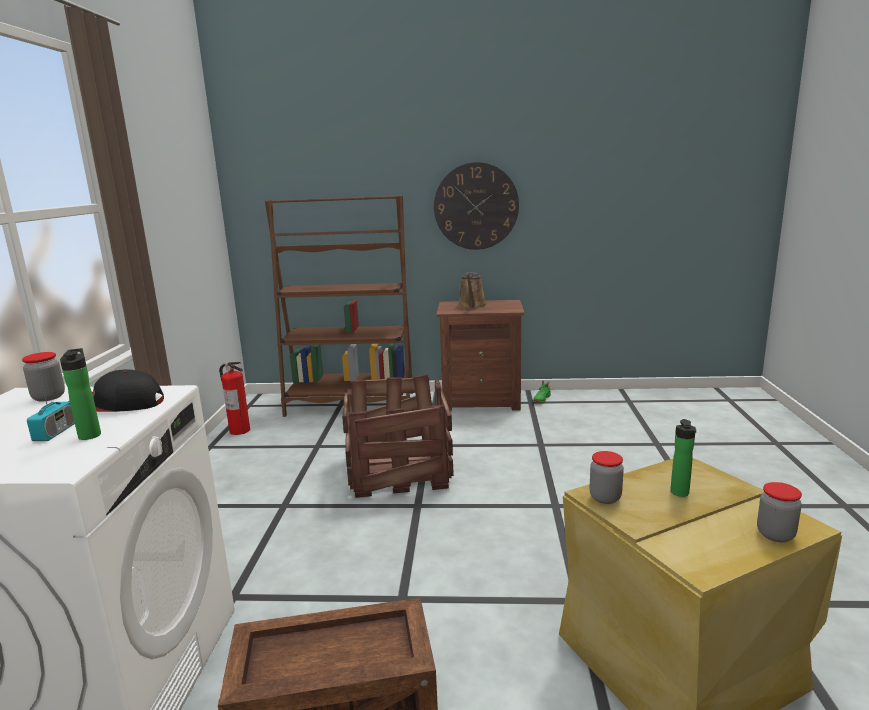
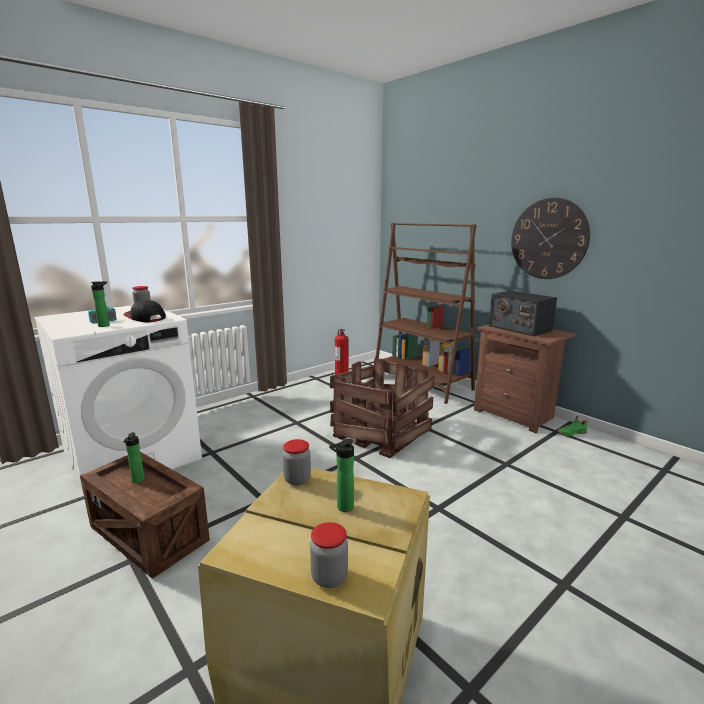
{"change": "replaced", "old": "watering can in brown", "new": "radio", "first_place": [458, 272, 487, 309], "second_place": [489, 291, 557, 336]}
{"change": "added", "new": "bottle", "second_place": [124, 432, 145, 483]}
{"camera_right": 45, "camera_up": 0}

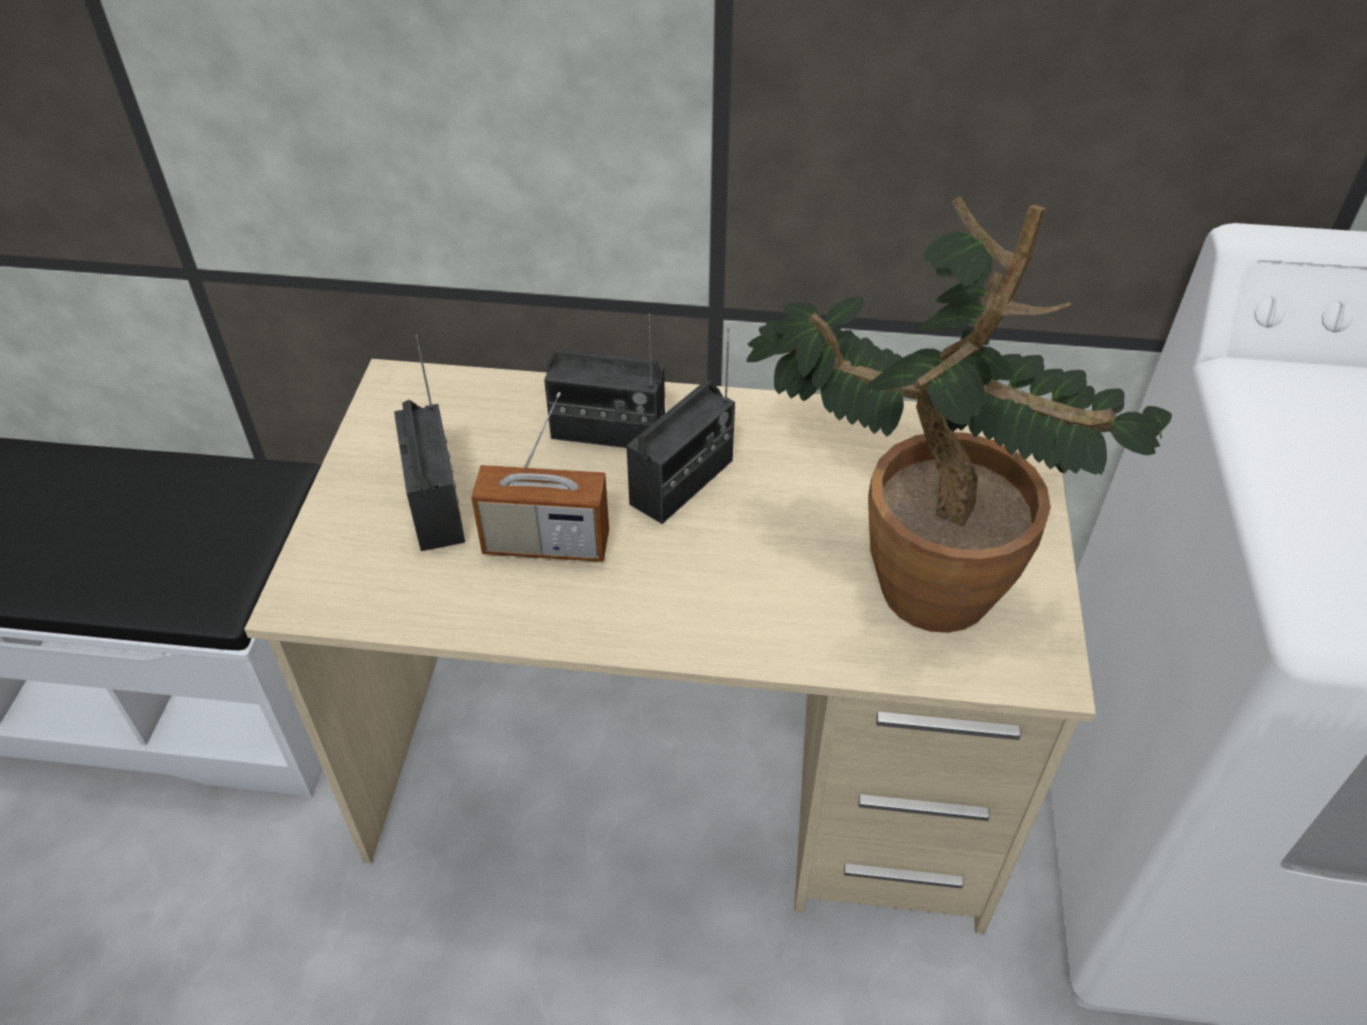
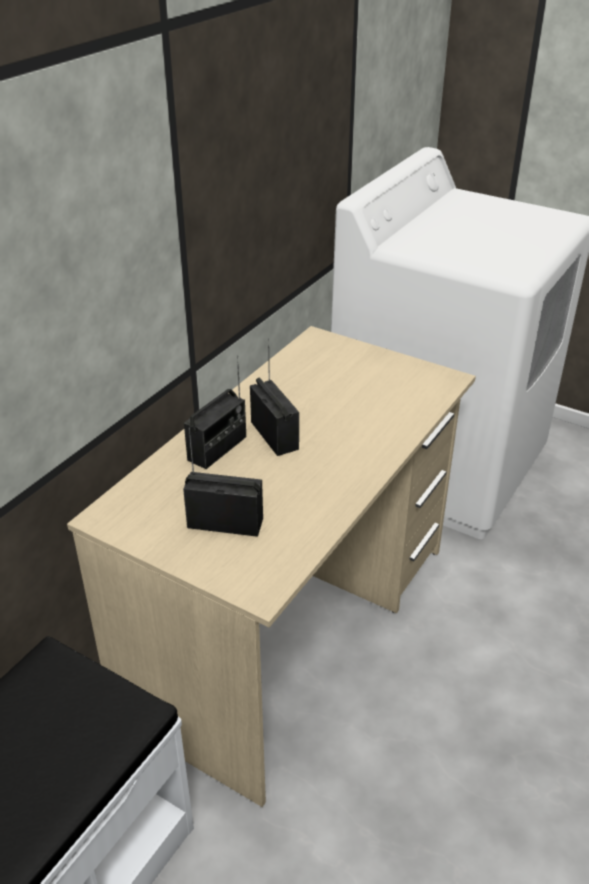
{"change": "removed", "old": "radio", "first_place": [471, 392, 609, 562]}
{"change": "removed", "old": "potted plant", "first_place": [746, 196, 1172, 633]}
{"camera_right": -65, "camera_up": -10}

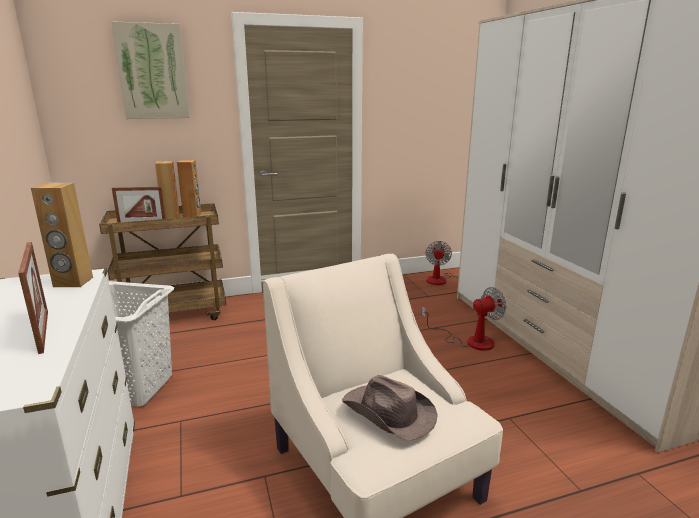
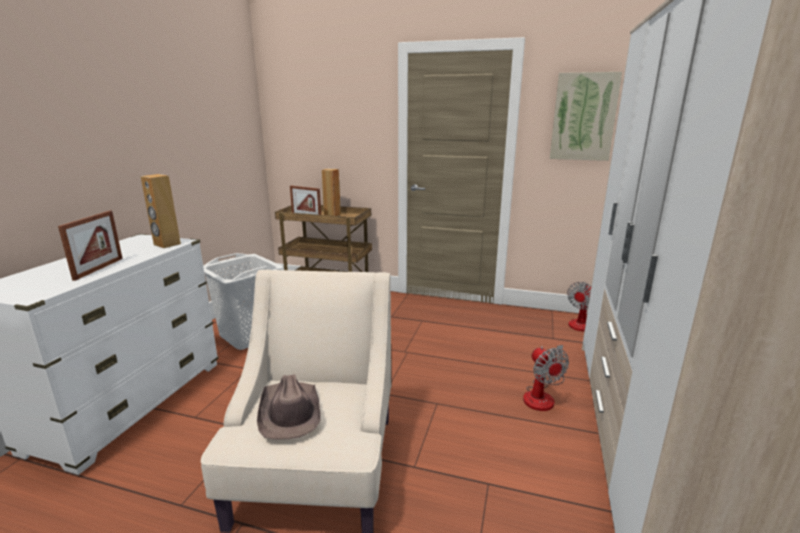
{"change": "moved", "old": "picture", "first_place": [112, 21, 190, 119], "second_place": [550, 72, 622, 161]}
{"change": "removed", "old": "speaker in brown", "first_place": [177, 160, 201, 217]}
{"change": "turned", "old": "fan", "first_place": [422, 287, 506, 351], "second_place": [523, 345, 569, 411], "degrees": 60}
{"camera_right": 35, "camera_up": 0}

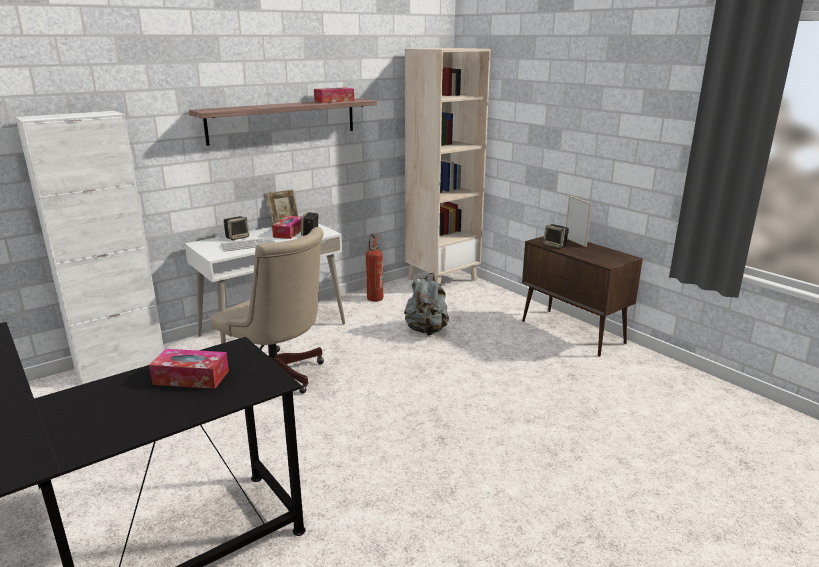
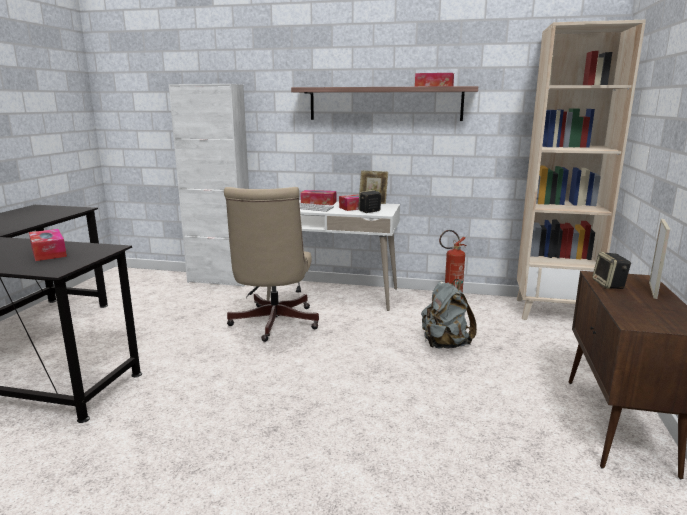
{"change": "replaced", "old": "speaker", "new": "tissue box", "first_place": [224, 216, 249, 240], "second_place": [301, 190, 336, 205]}
{"camera_right": 50, "camera_up": -5}

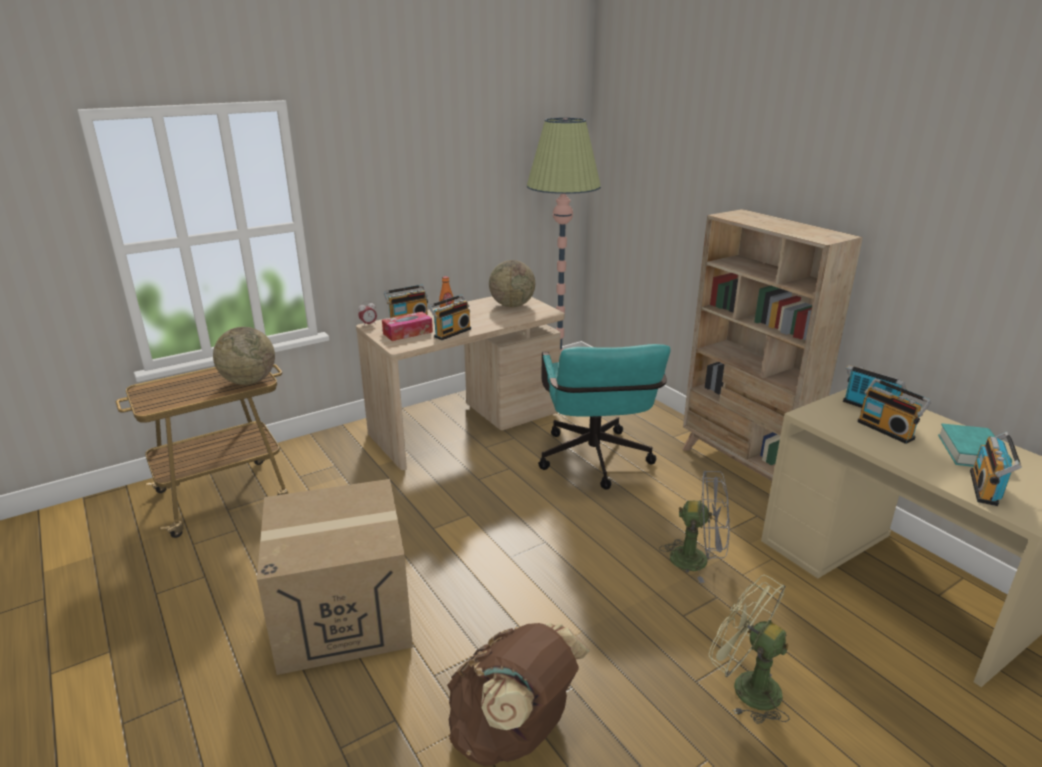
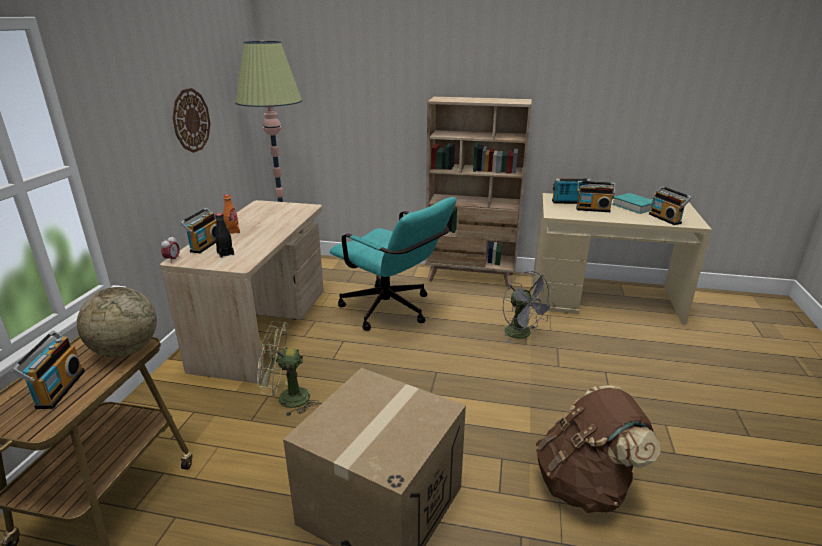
{"change": "replaced", "old": "tissue box", "new": "bottle in black", "first_place": [382, 312, 433, 341], "second_place": [215, 213, 234, 258]}
{"change": "moved", "old": "radio", "first_place": [428, 295, 471, 340], "second_place": [11, 330, 85, 409]}
{"change": "removed", "old": "globe", "first_place": [489, 260, 535, 307]}
{"change": "turned", "old": "fan in grey", "first_place": [659, 471, 730, 583], "second_place": [503, 271, 555, 343], "degrees": 90}
{"change": "moved", "old": "fan in green", "first_place": [709, 575, 790, 724], "second_place": [257, 321, 319, 417]}
{"change": "added", "new": "wall clock", "second_place": [172, 88, 210, 153]}
{"camera_right": -45, "camera_up": 0}

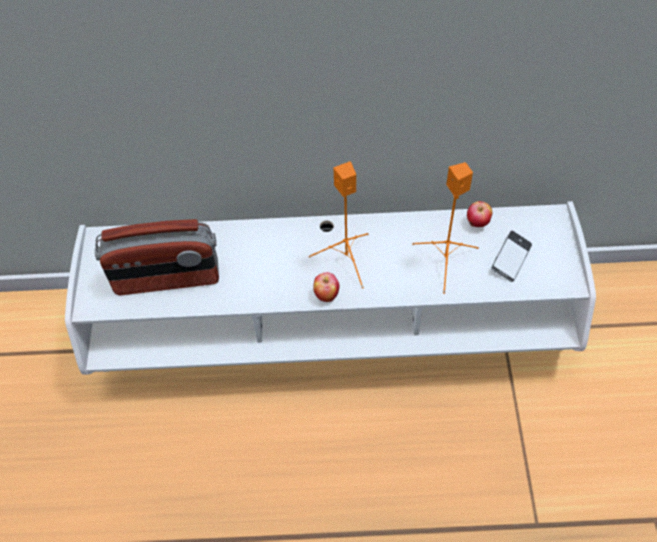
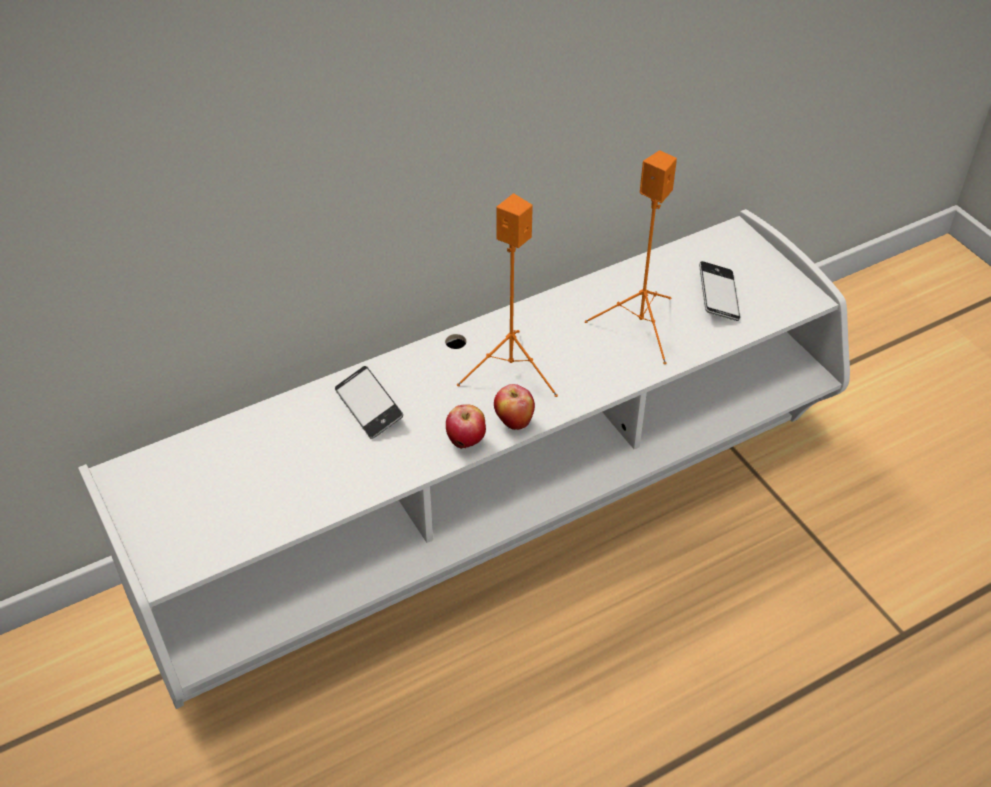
{"change": "removed", "old": "radio", "first_place": [95, 219, 219, 295]}
{"change": "moved", "old": "apple", "first_place": [467, 201, 492, 227], "second_place": [446, 404, 486, 449]}
{"change": "added", "new": "phone", "second_place": [335, 366, 403, 439]}
{"camera_right": -30, "camera_up": -10}

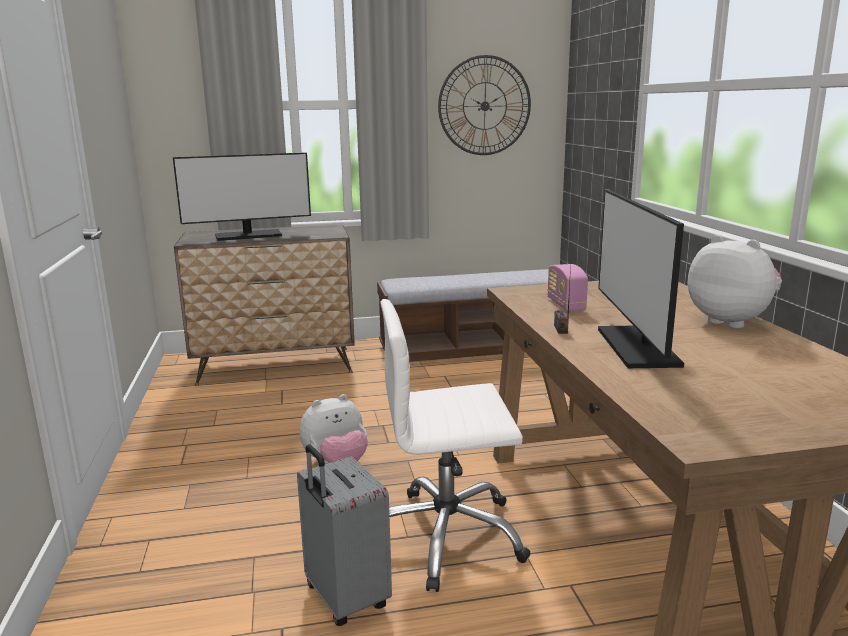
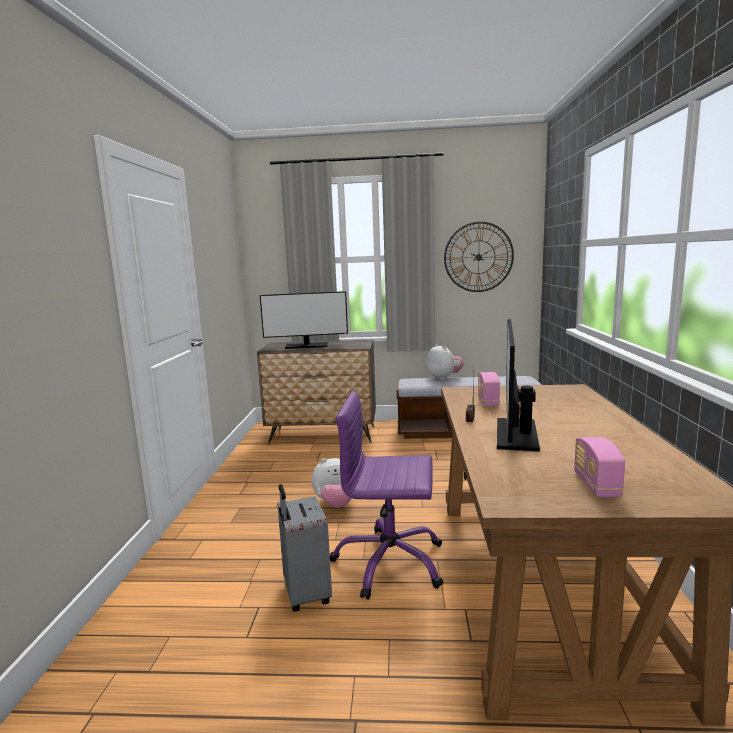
{"change": "recoloured", "old": "office chair in white", "new": "office chair in purple", "first_place": [380, 299, 531, 592], "second_place": [330, 391, 444, 600]}
{"change": "moved", "old": "plush toy", "first_place": [688, 235, 782, 329], "second_place": [427, 344, 463, 380]}
{"change": "added", "new": "radio", "second_place": [574, 437, 625, 498]}
{"camera_right": 15, "camera_up": -5}

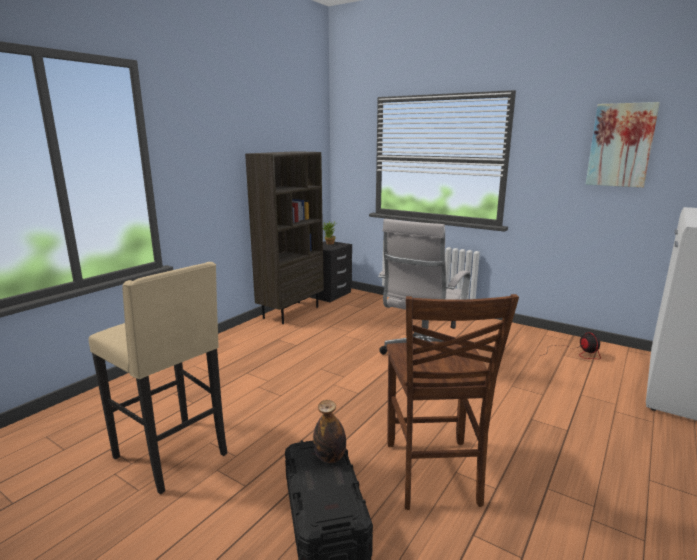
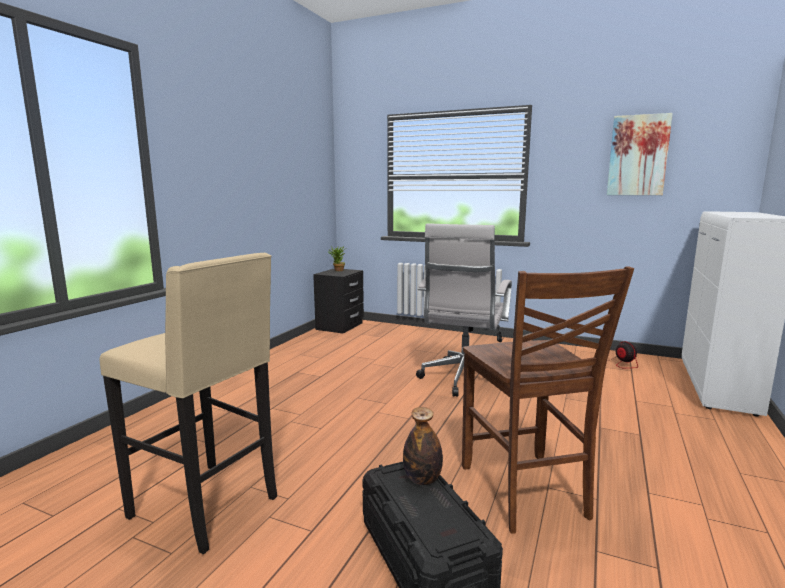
{"change": "removed", "old": "bookcase in brown", "first_place": [245, 151, 324, 324]}
{"camera_right": -10, "camera_up": -5}

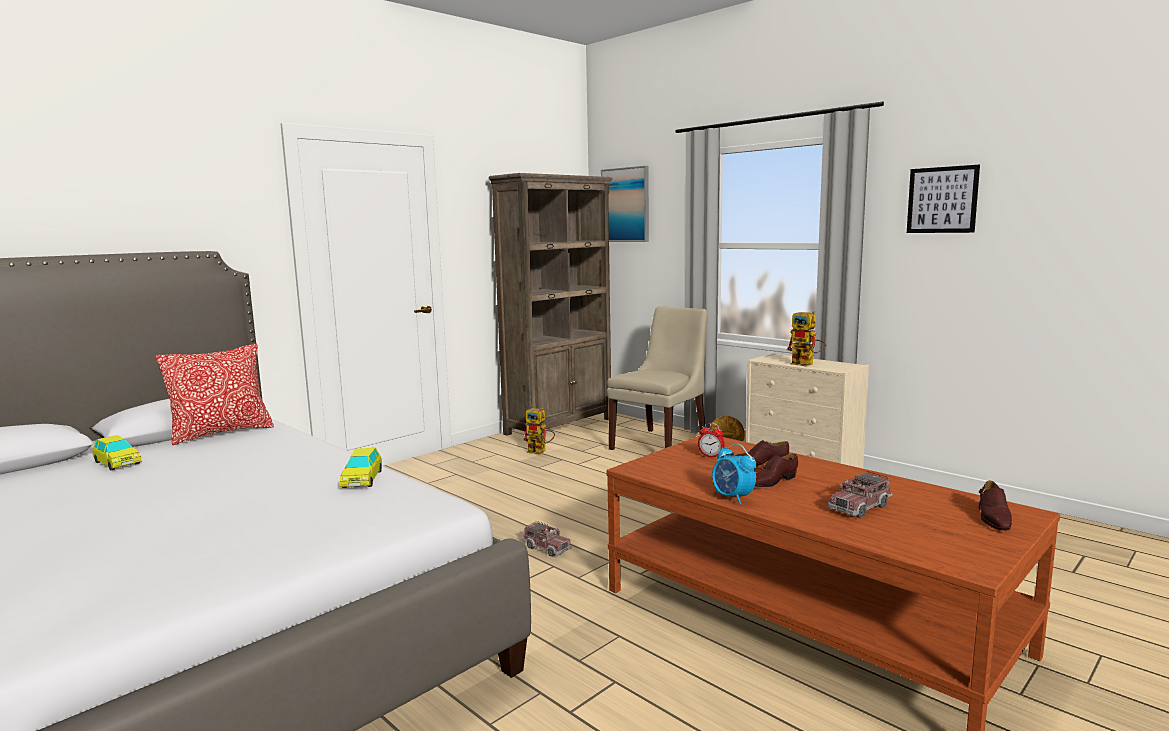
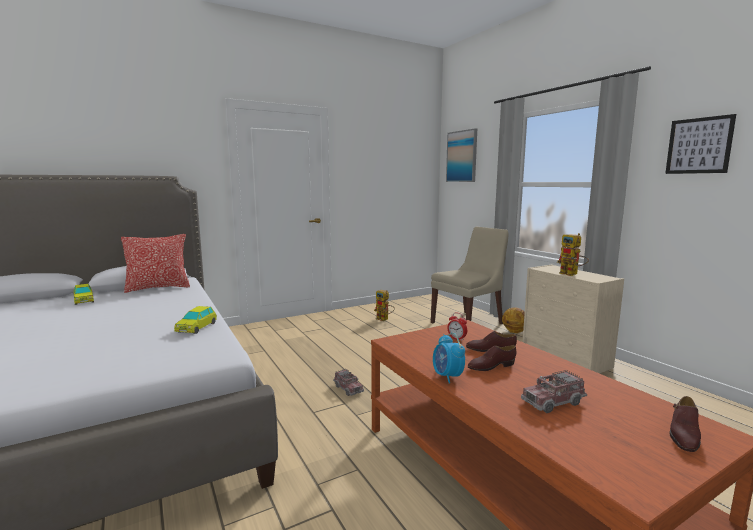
{"change": "removed", "old": "bookcase in brown", "first_place": [489, 173, 613, 436]}
{"camera_right": 15, "camera_up": 0}

